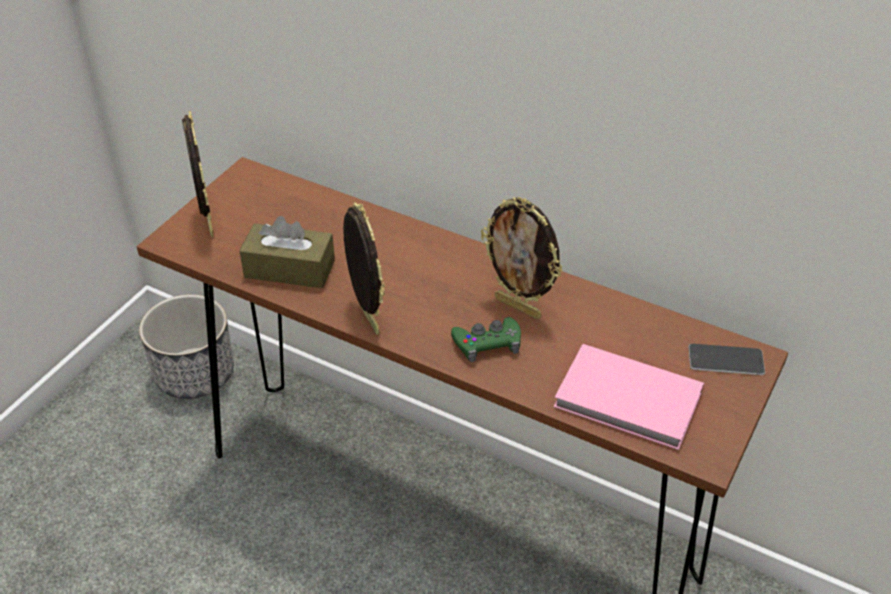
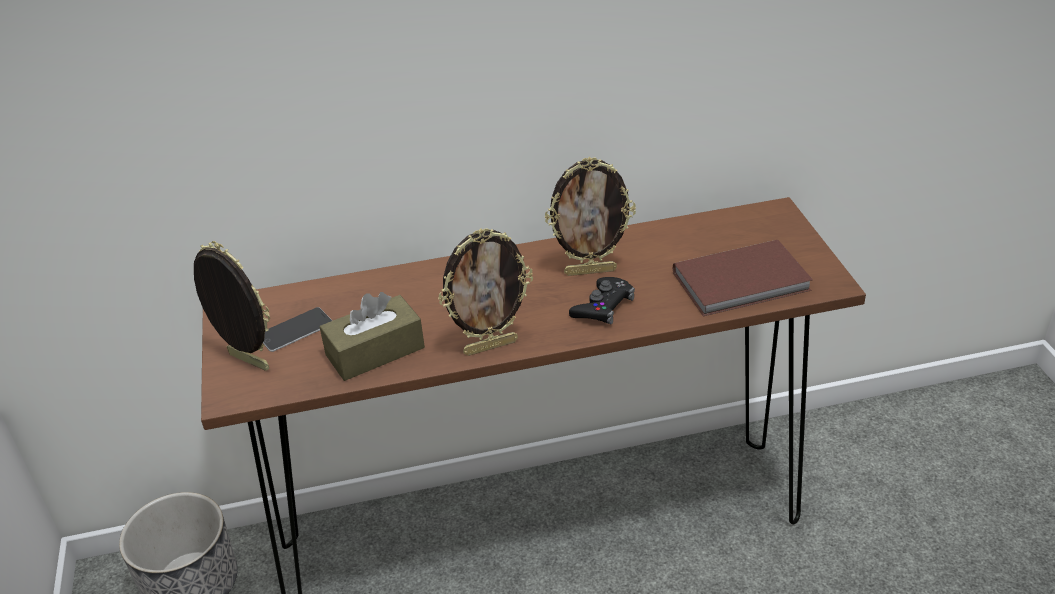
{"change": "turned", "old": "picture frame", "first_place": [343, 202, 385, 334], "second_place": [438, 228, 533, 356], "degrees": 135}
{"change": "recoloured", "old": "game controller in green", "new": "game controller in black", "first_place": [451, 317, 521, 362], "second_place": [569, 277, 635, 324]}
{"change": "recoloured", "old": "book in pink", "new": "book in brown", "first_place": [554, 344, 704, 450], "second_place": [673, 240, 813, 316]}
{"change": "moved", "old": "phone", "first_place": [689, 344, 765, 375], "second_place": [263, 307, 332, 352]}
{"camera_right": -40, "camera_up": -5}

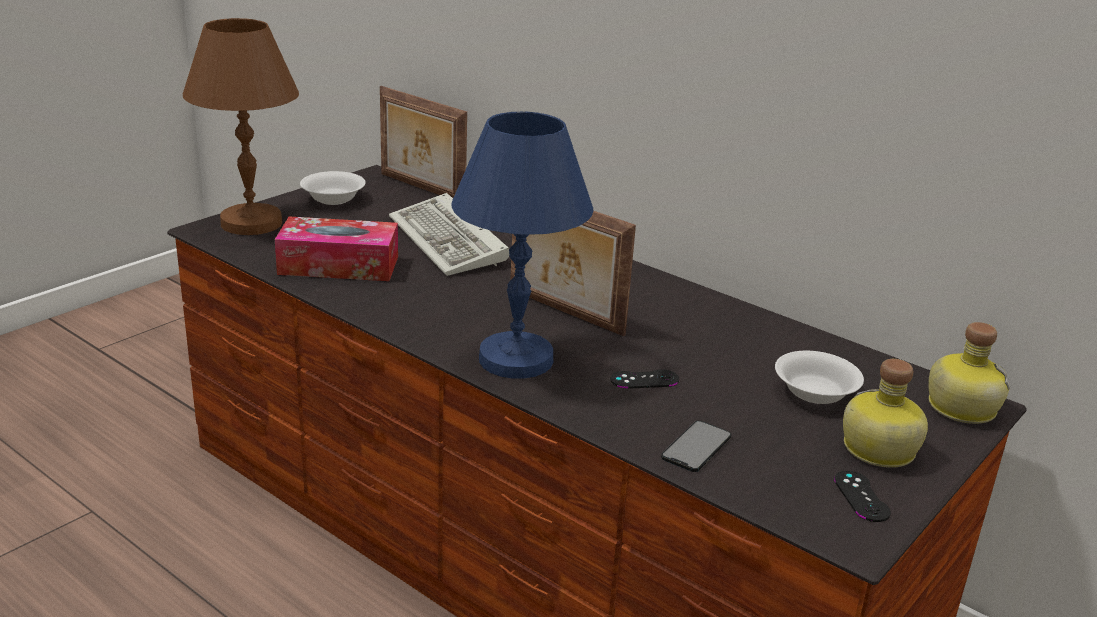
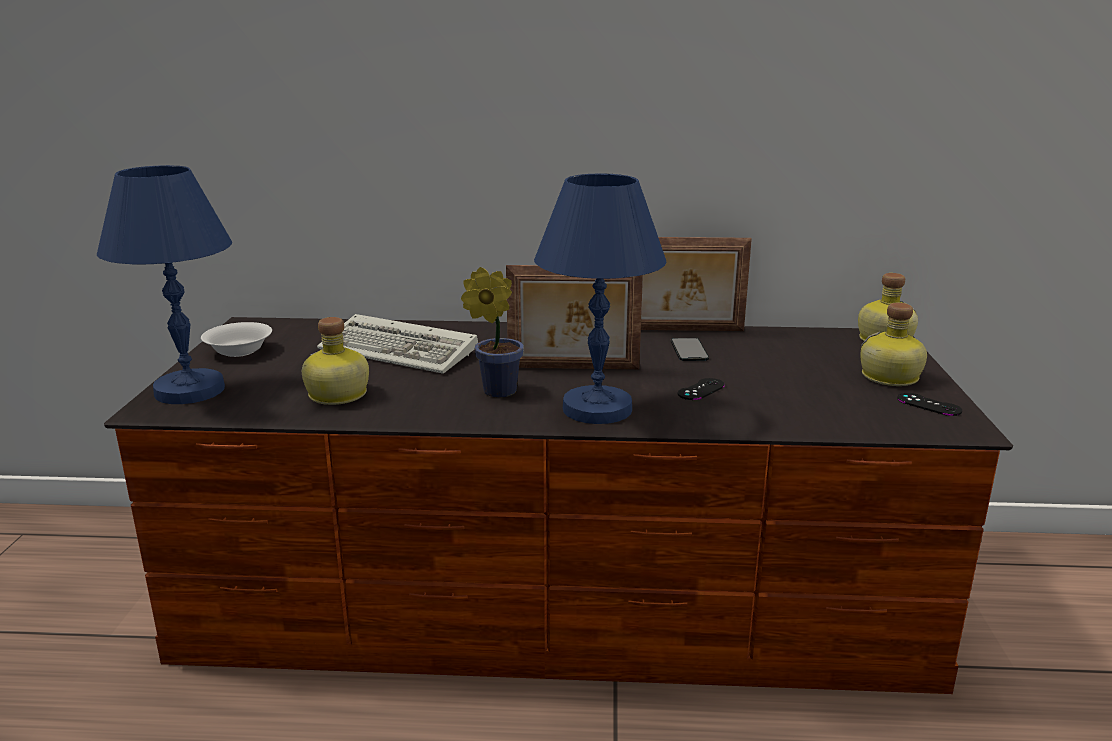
{"change": "recoloured", "old": "table lamp in brown", "new": "table lamp in blue", "first_place": [183, 18, 299, 235], "second_place": [97, 165, 232, 404]}
{"change": "replaced", "old": "tissue box", "new": "bottle", "first_place": [275, 216, 398, 281], "second_place": [302, 317, 369, 405]}
{"change": "moved", "old": "picture frame", "first_place": [380, 86, 467, 198], "second_place": [641, 237, 752, 331]}
{"change": "moved", "old": "phone", "first_place": [661, 421, 731, 472], "second_place": [671, 338, 709, 361]}
{"change": "removed", "old": "bowl in white", "first_place": [775, 351, 864, 404]}
{"change": "added", "new": "potted plant", "second_place": [461, 267, 524, 397]}
{"camera_right": -35, "camera_up": -5}

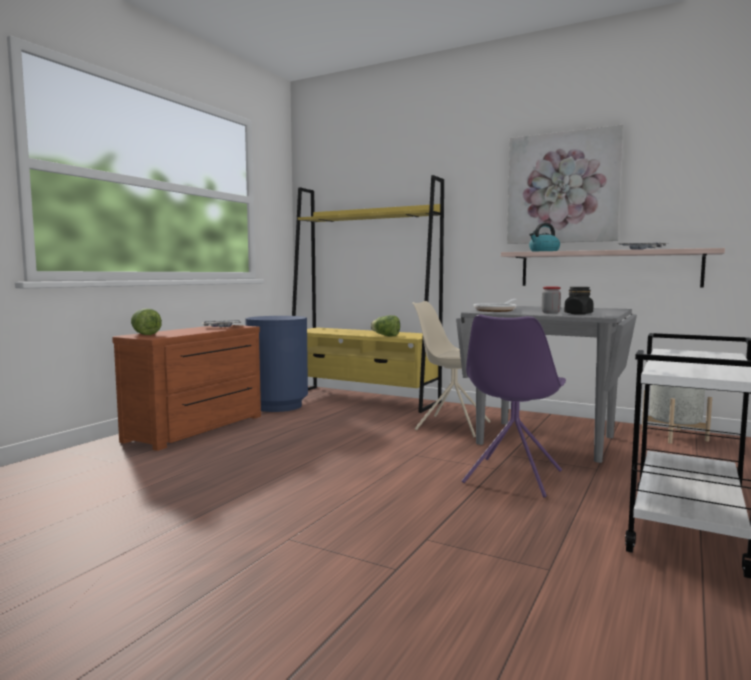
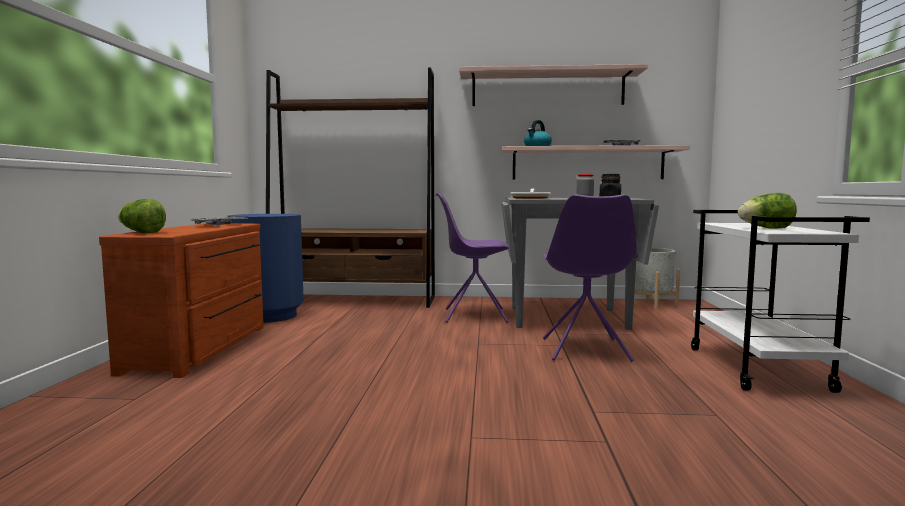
{"change": "recoloured", "old": "bookcase in yellow", "new": "bookcase in brown", "first_place": [292, 175, 444, 413], "second_place": [266, 68, 435, 308]}
{"change": "moved", "old": "lettuce", "first_place": [370, 315, 400, 336], "second_place": [738, 193, 797, 229]}
{"change": "recoloured", "old": "chair in beige", "new": "chair in purple", "first_place": [412, 301, 491, 437], "second_place": [435, 193, 509, 323]}
{"change": "replaced", "old": "picture", "new": "shelf", "first_place": [507, 125, 624, 244], "second_place": [459, 64, 648, 106]}
{"camera_right": -25, "camera_up": 0}

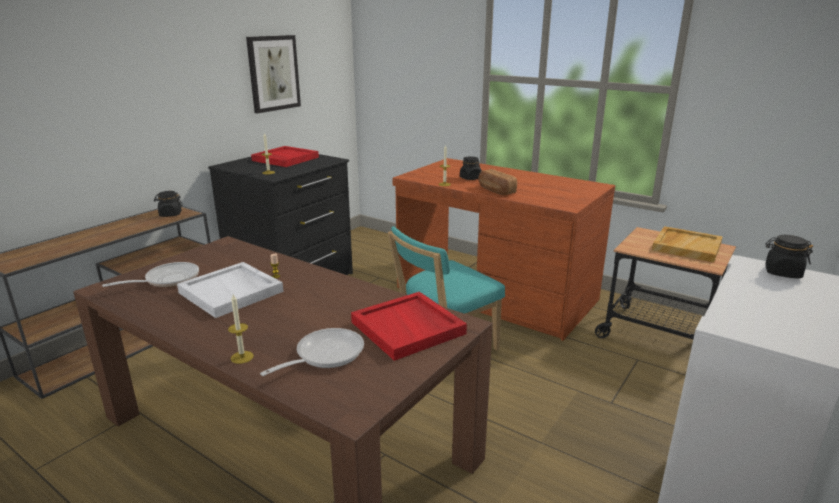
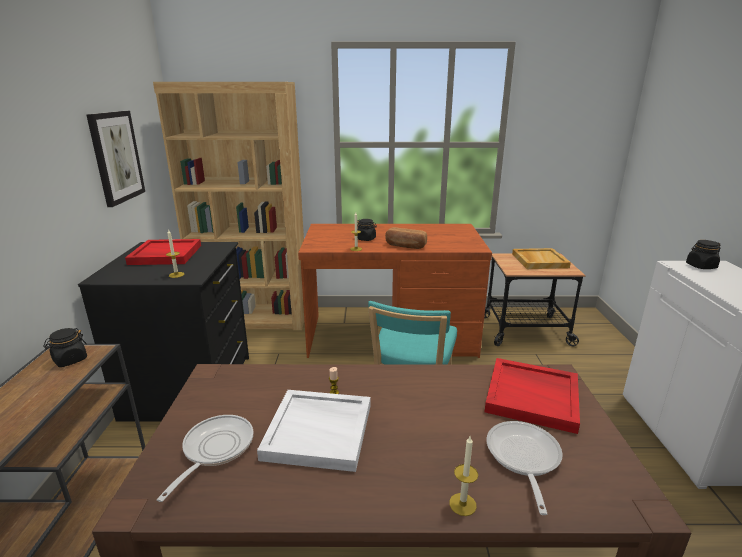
{"change": "added", "new": "bookcase in brown", "second_place": [153, 82, 304, 330]}
{"camera_right": -35, "camera_up": 0}

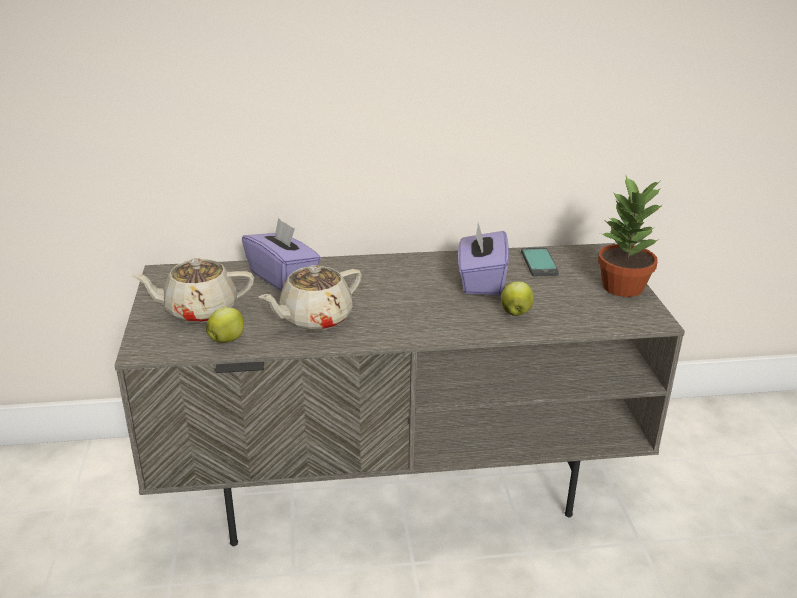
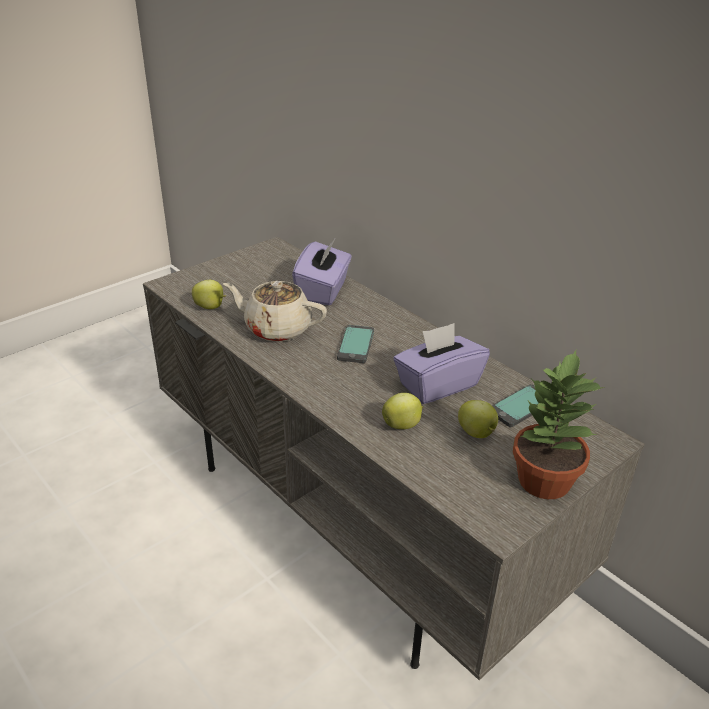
{"change": "removed", "old": "teapot in beige", "first_place": [132, 258, 254, 323]}
{"change": "added", "new": "phone", "second_place": [337, 325, 374, 363]}
{"change": "added", "new": "apple", "second_place": [458, 400, 498, 438]}
{"camera_right": 55, "camera_up": 5}

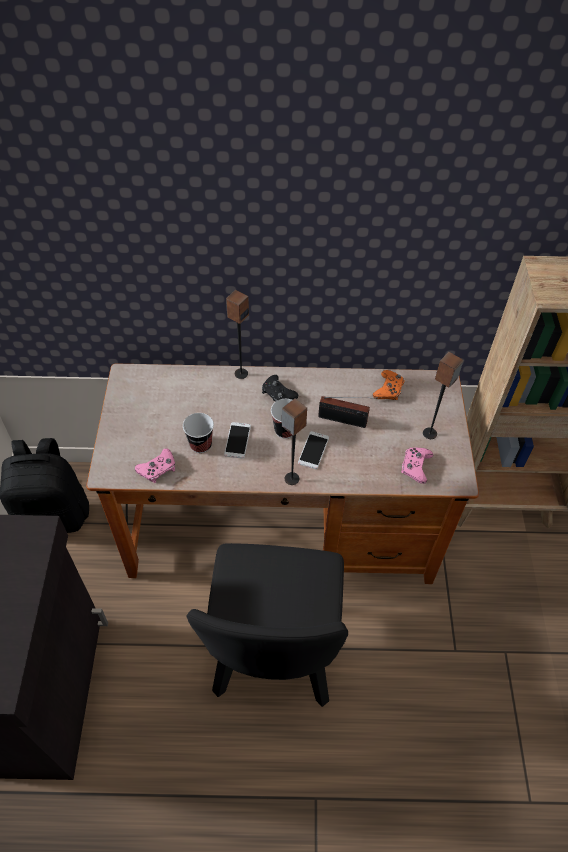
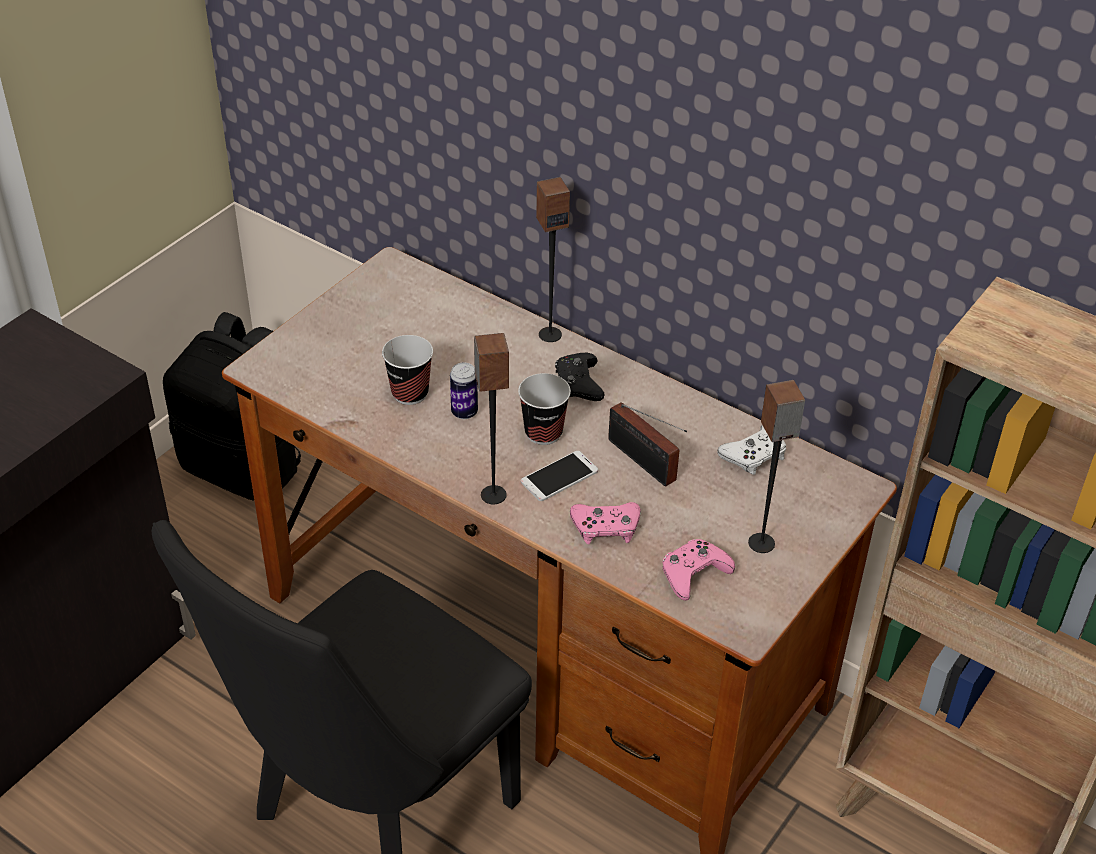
{"change": "moved", "old": "game controller in pink", "first_place": [135, 448, 175, 483], "second_place": [570, 502, 641, 545]}
{"change": "replaced", "old": "phone", "new": "can", "first_place": [224, 422, 251, 458], "second_place": [450, 362, 478, 419]}
{"change": "recoloured", "old": "game controller in orange", "new": "game controller in white", "first_place": [373, 370, 404, 400], "second_place": [717, 425, 786, 475]}
{"camera_right": 35, "camera_up": -10}

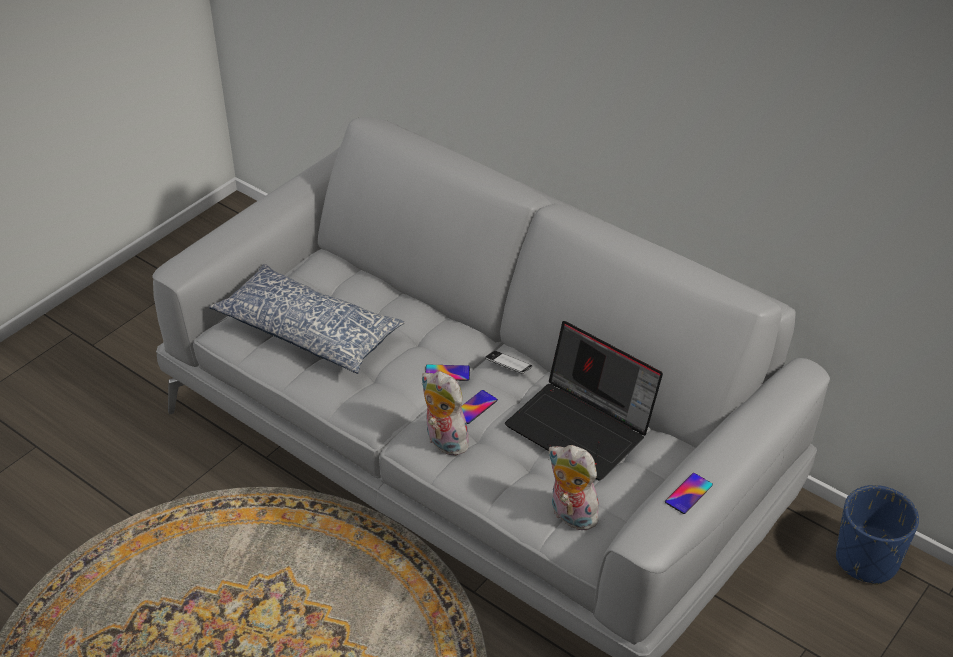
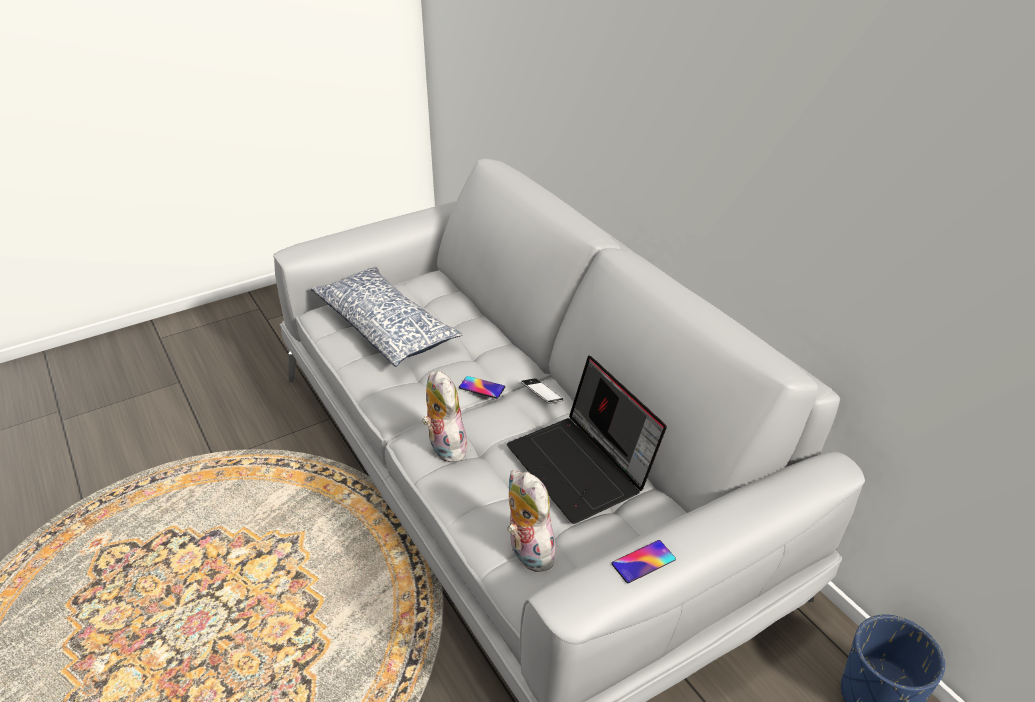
{"change": "removed", "old": "phone", "first_place": [461, 390, 498, 424]}
{"camera_right": 20, "camera_up": -5}

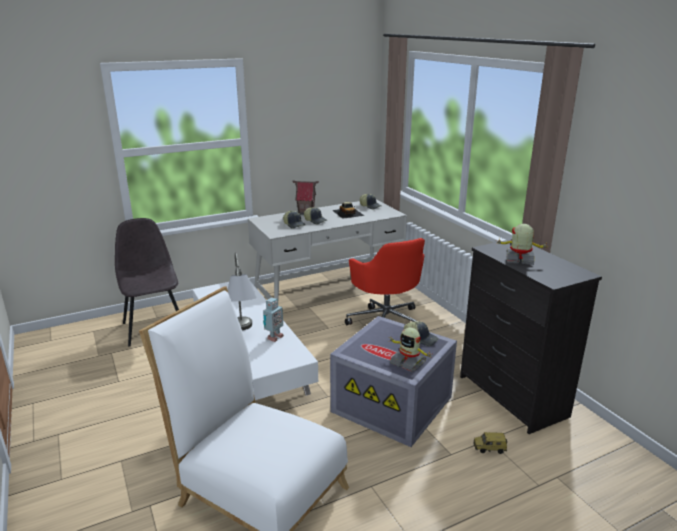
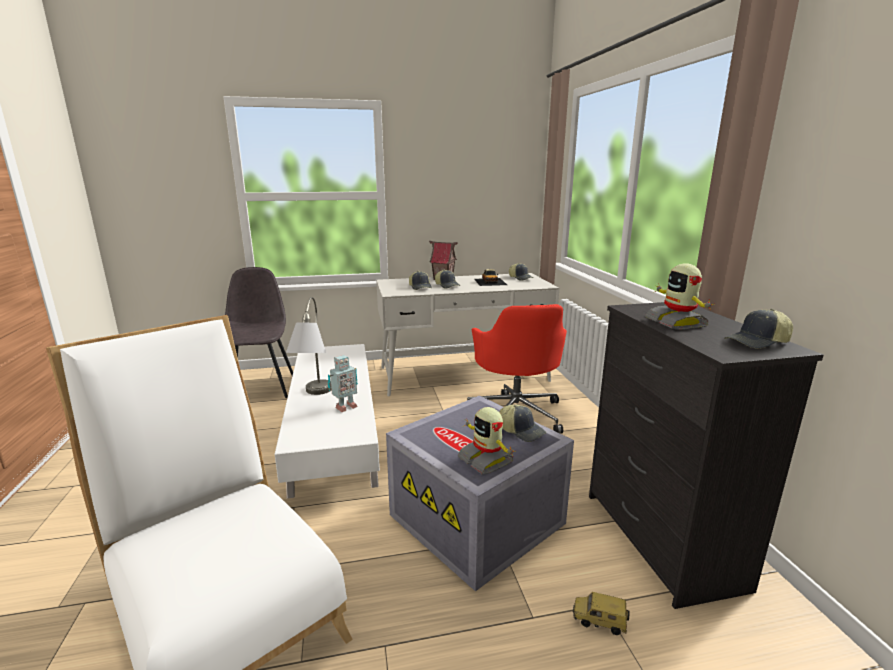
{"change": "turned", "old": "toy robot", "first_place": [497, 224, 550, 265], "second_place": [645, 263, 713, 330], "degrees": -135}
{"change": "added", "new": "cap", "second_place": [724, 309, 793, 349]}
{"camera_right": 15, "camera_up": -5}

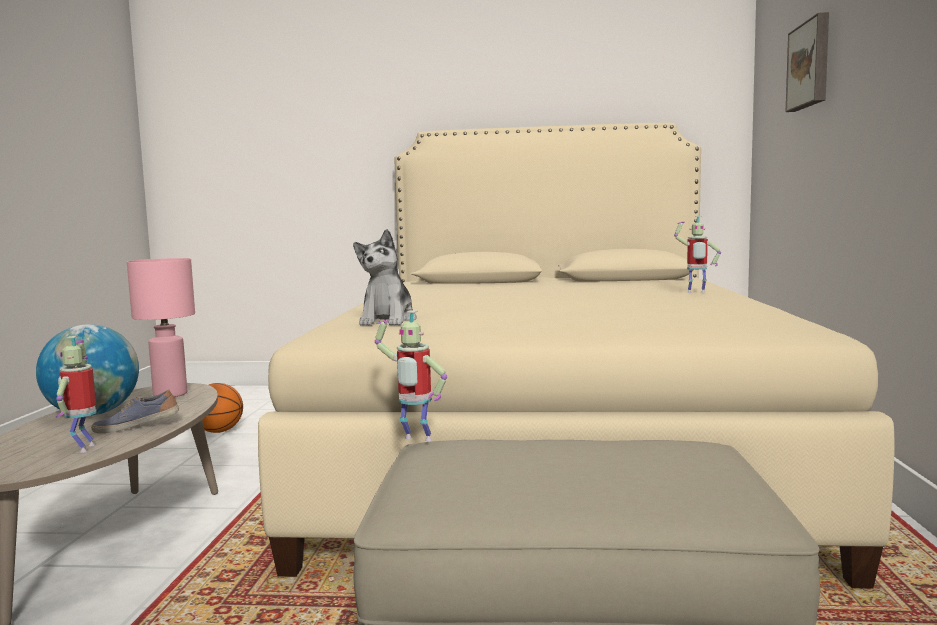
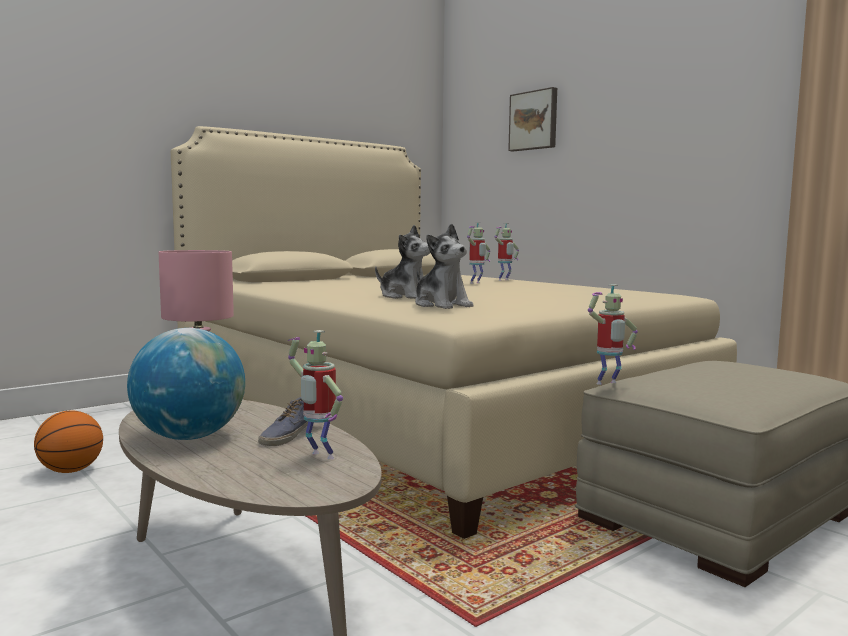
{"change": "added", "new": "plush toy", "second_place": [375, 225, 430, 299]}
{"change": "added", "new": "toy robot", "second_place": [467, 222, 490, 284]}
{"camera_right": -45, "camera_up": 0}

